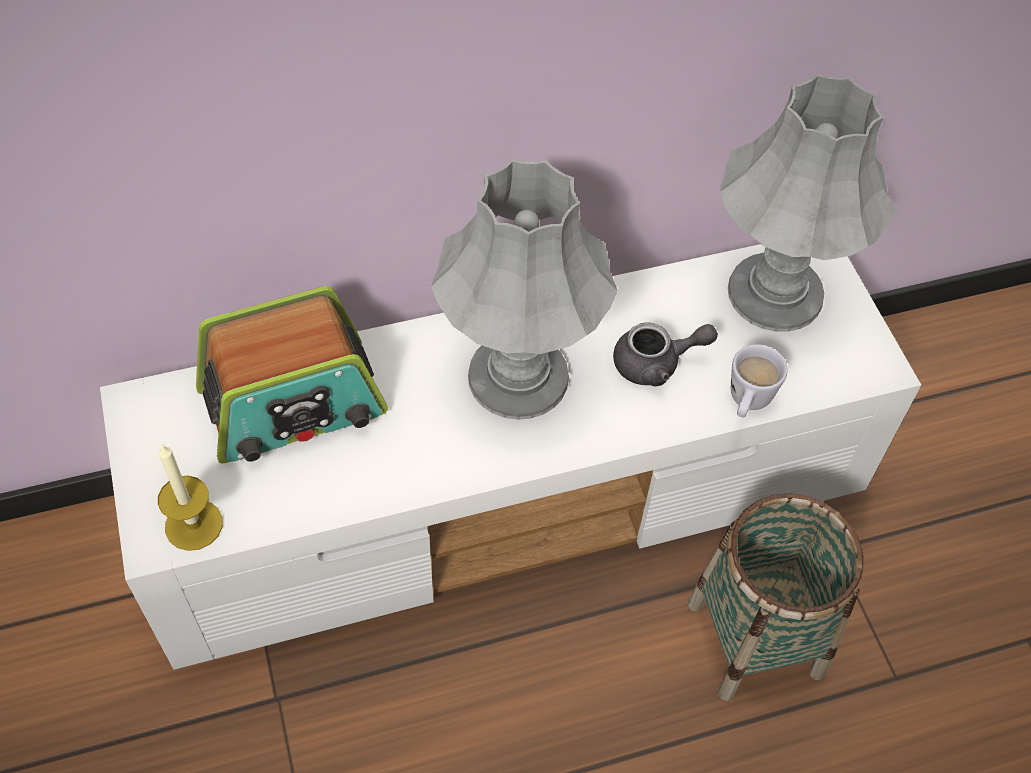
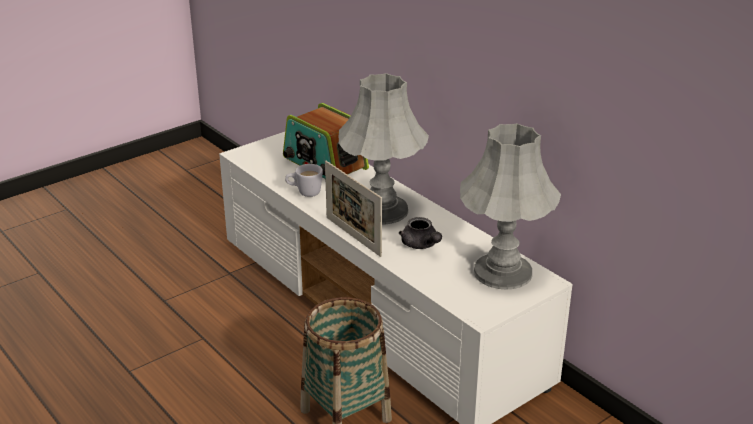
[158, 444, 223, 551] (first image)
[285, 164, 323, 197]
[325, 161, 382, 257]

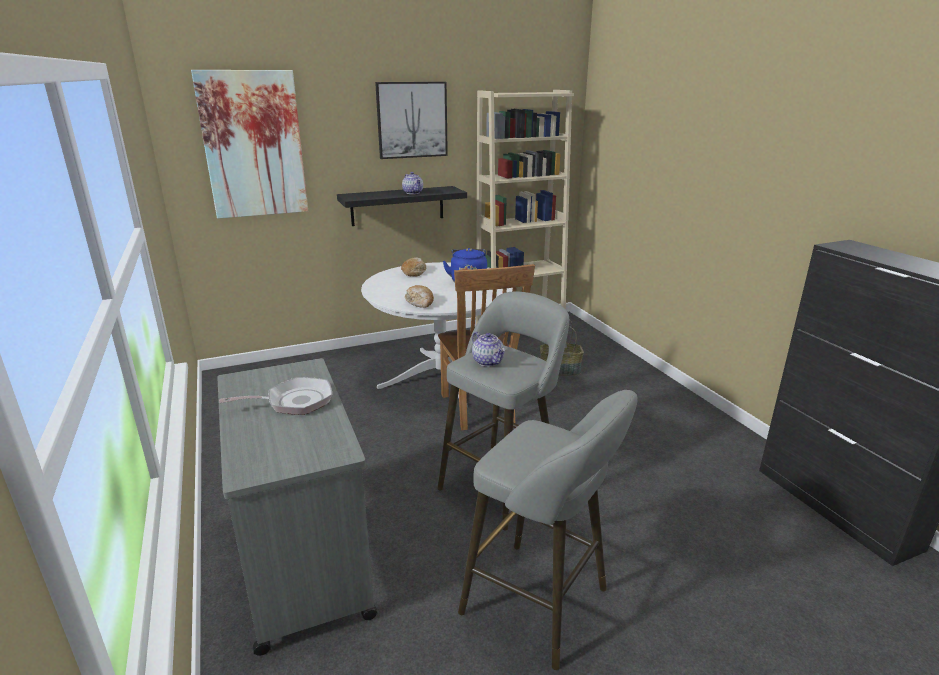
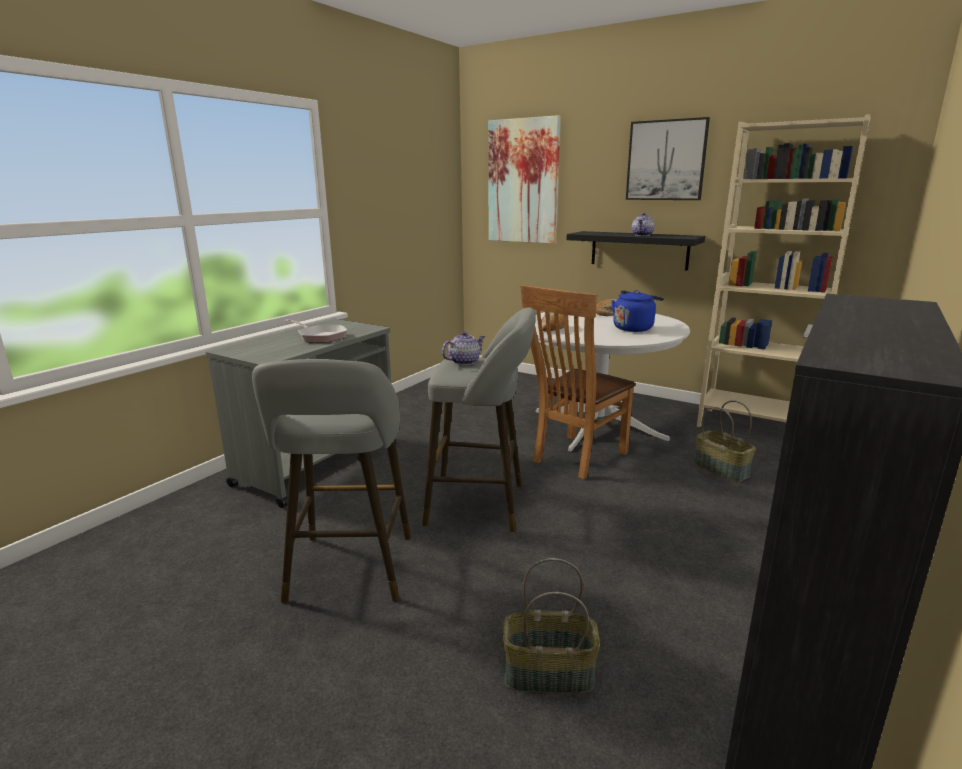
[442, 332, 485, 365]
[503, 558, 600, 694]

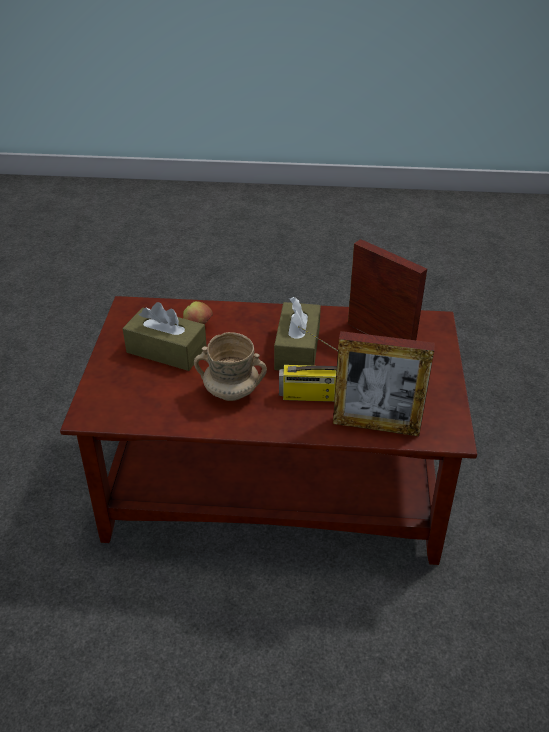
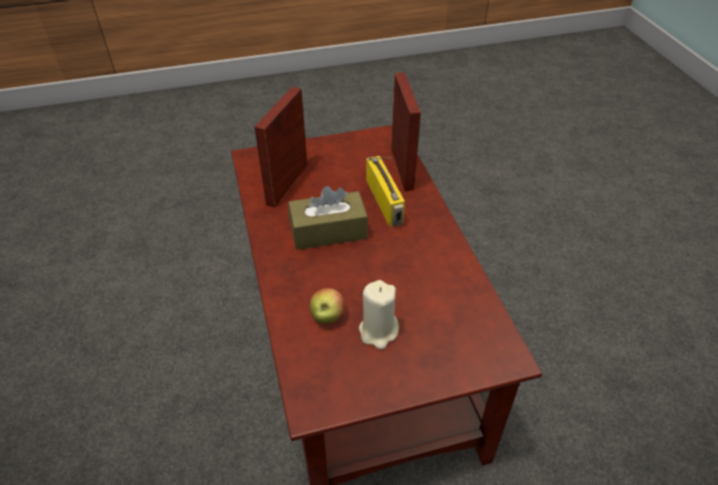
[359, 280, 399, 349]
[194, 332, 267, 401] (first image)

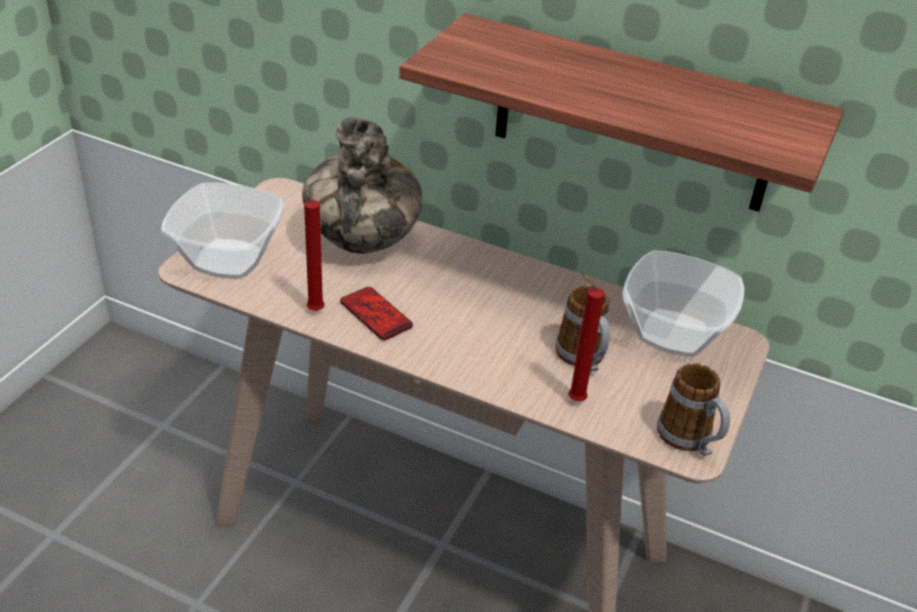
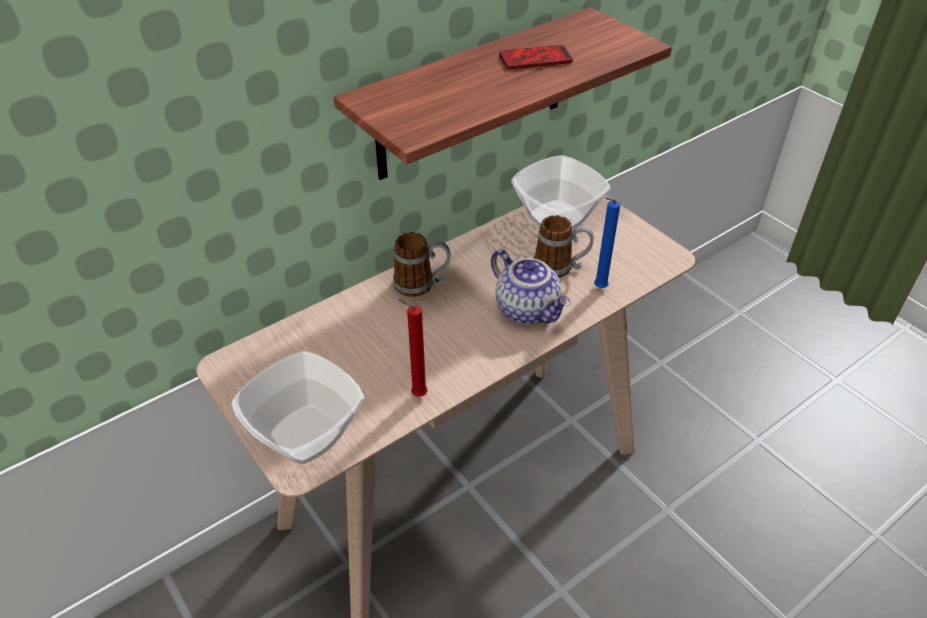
[302, 117, 422, 254] (first image)
[499, 45, 573, 69]
[594, 197, 620, 288]
[393, 232, 451, 297]
[491, 250, 571, 325]

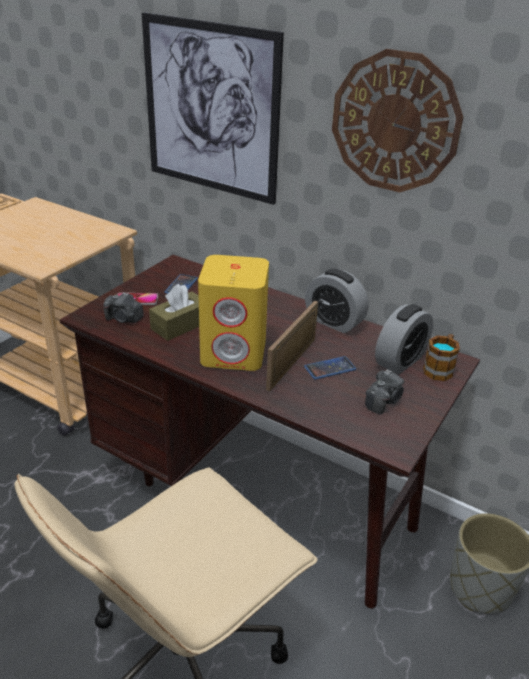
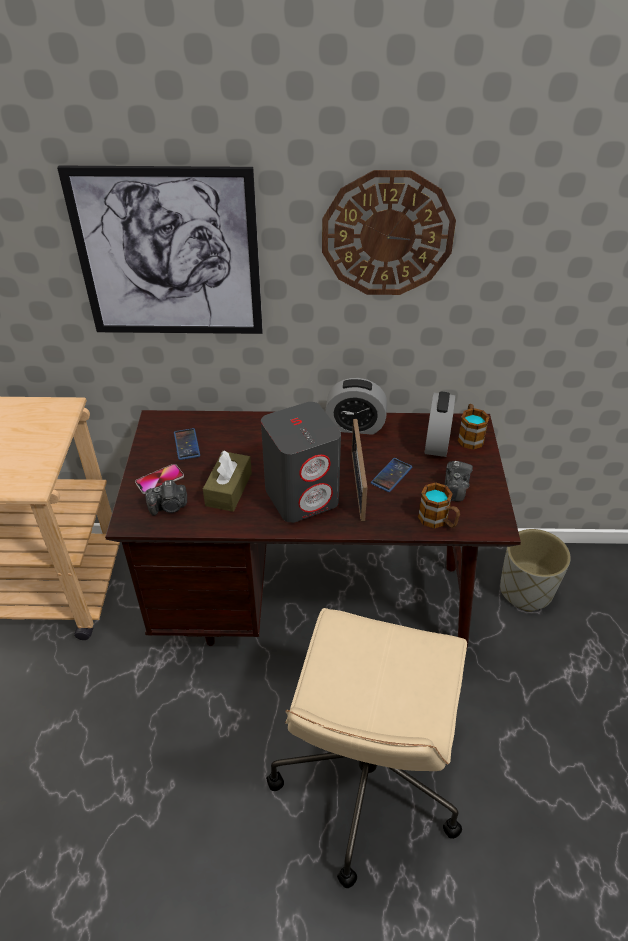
[261, 402, 341, 523]
[418, 482, 460, 528]

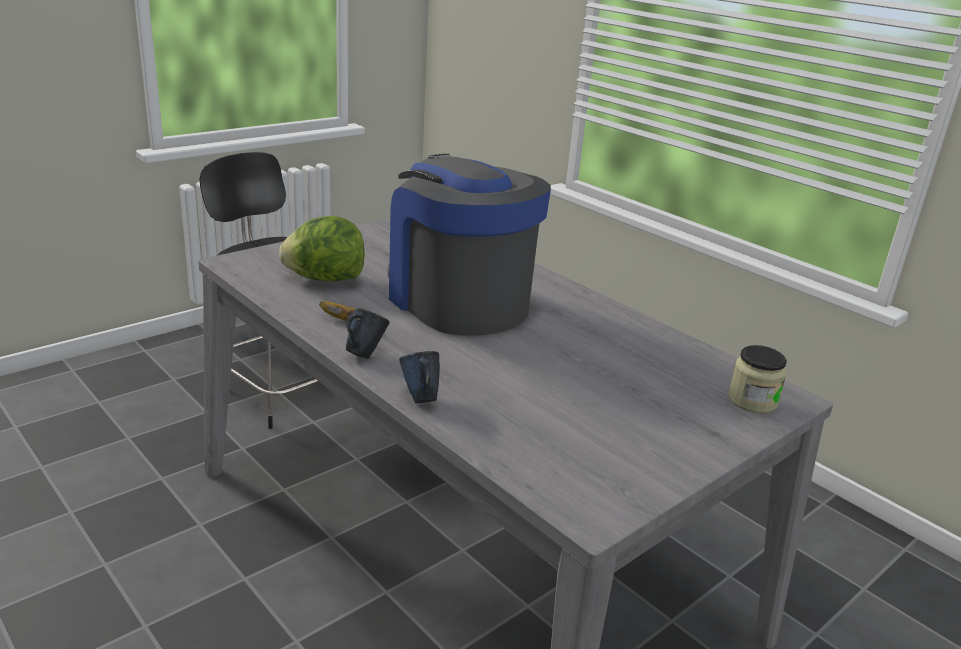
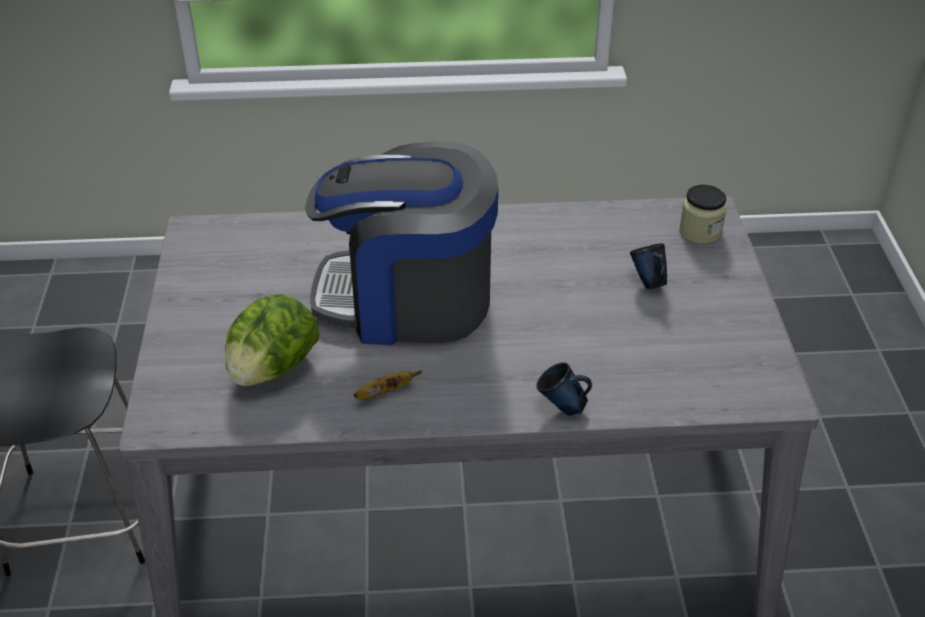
[630, 243, 667, 289]

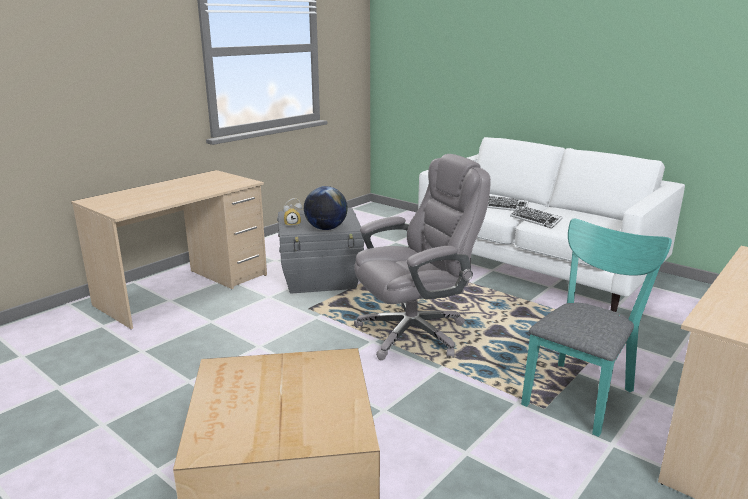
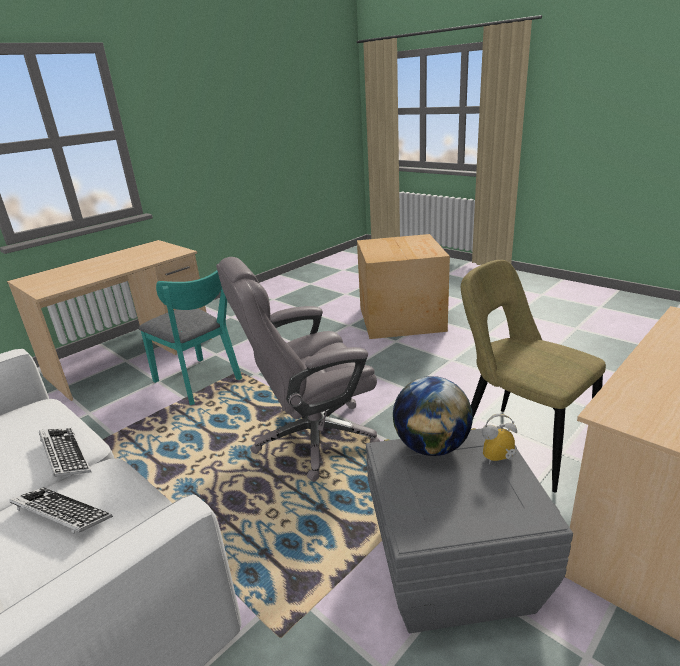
[139, 270, 242, 405]
[461, 260, 606, 492]

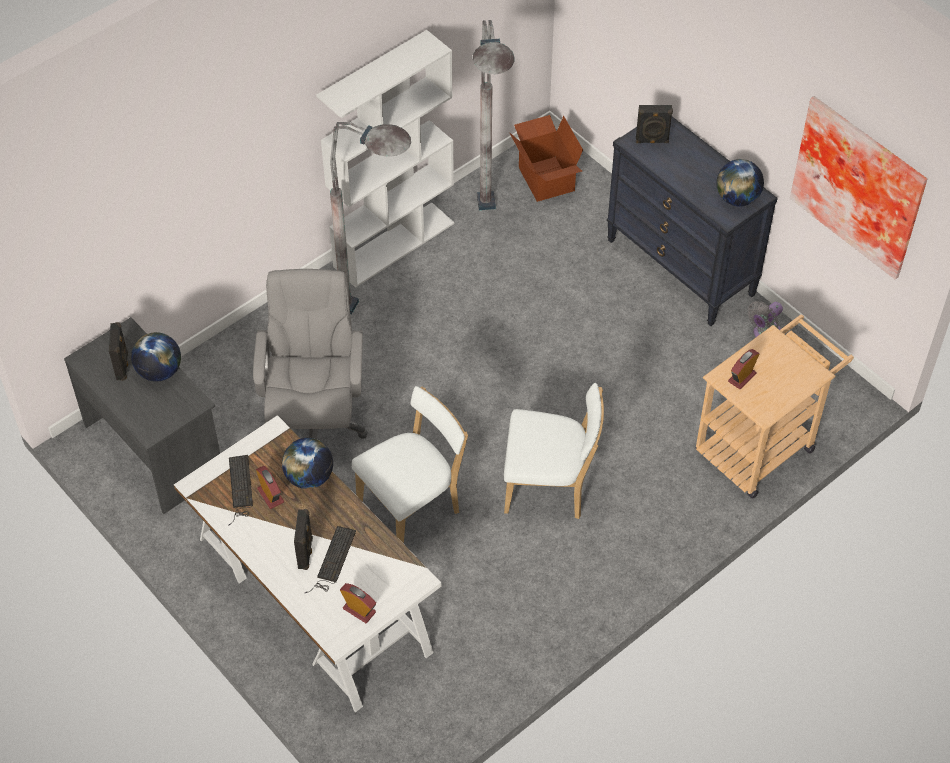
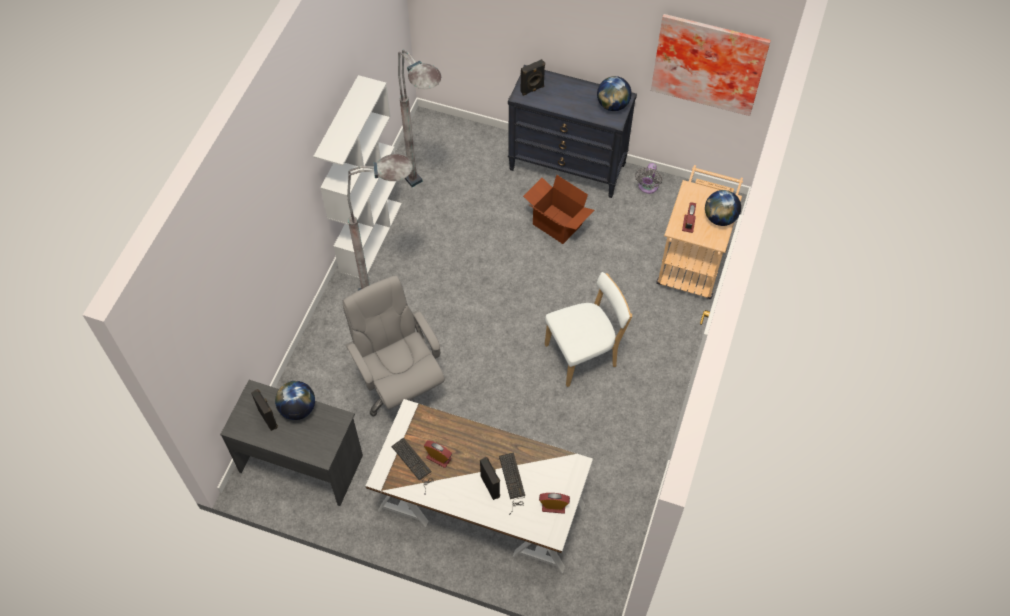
[705, 190, 741, 226]
[352, 386, 468, 544] (first image)
[523, 175, 594, 244]

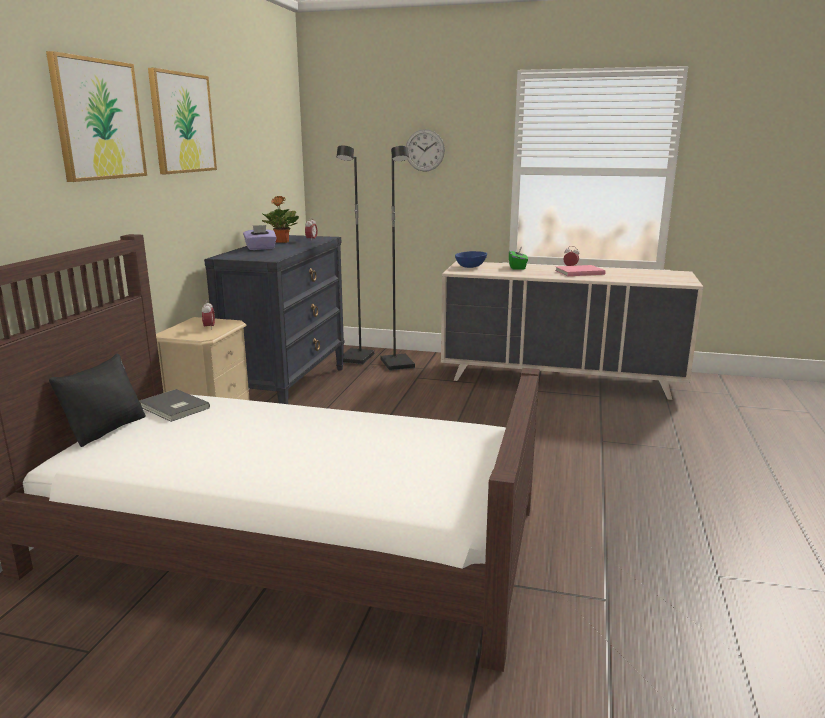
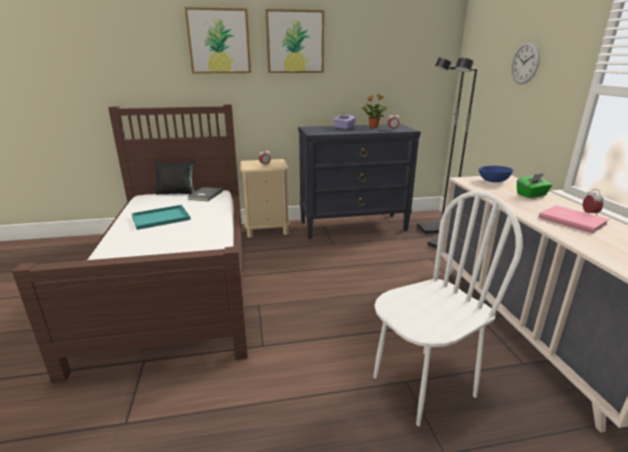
[131, 205, 191, 230]
[373, 191, 523, 427]

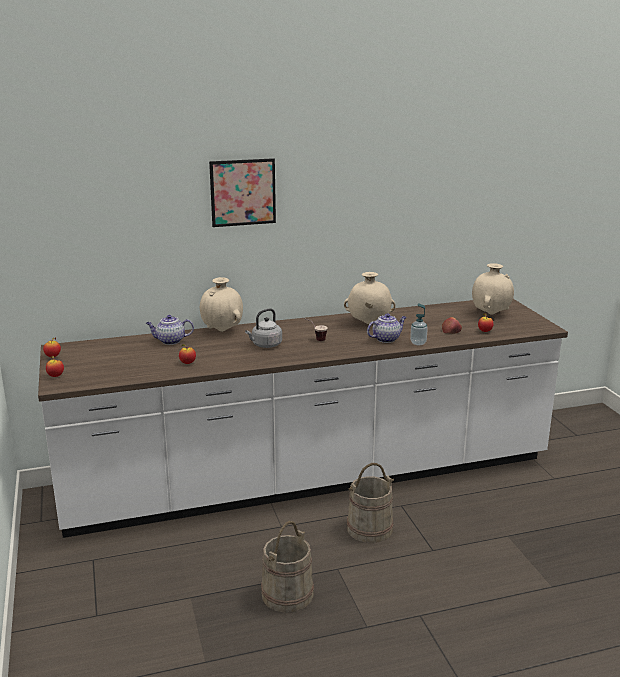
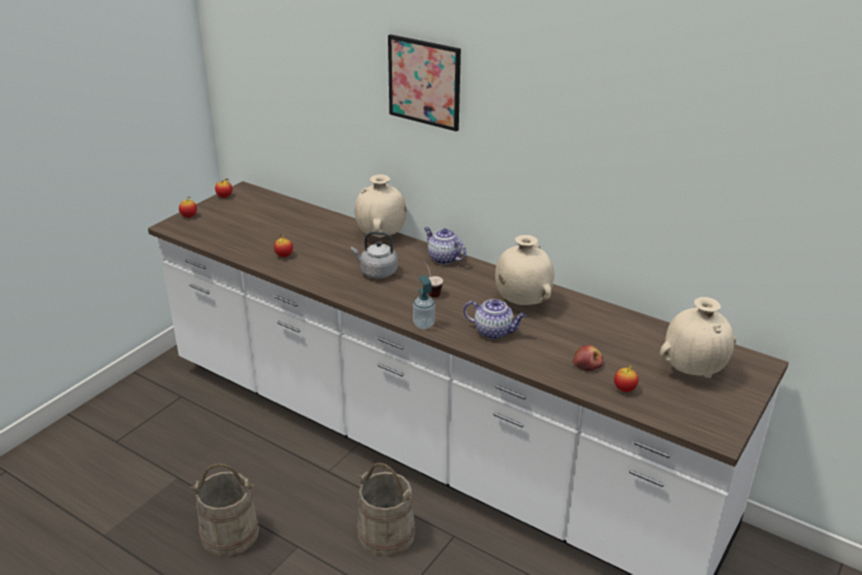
[424, 227, 466, 264]
[413, 275, 435, 329]

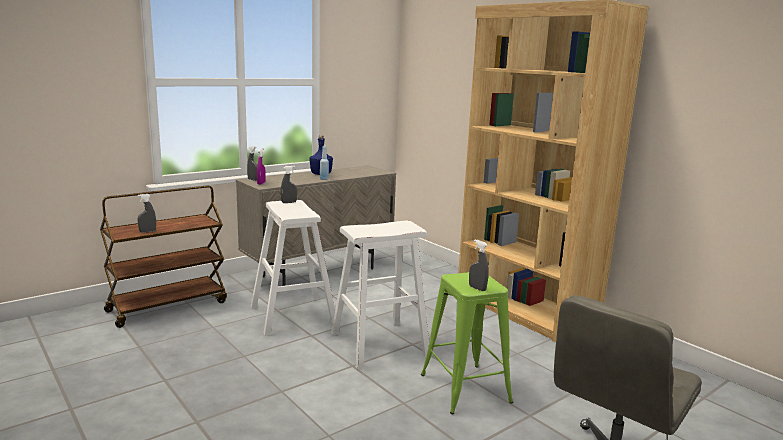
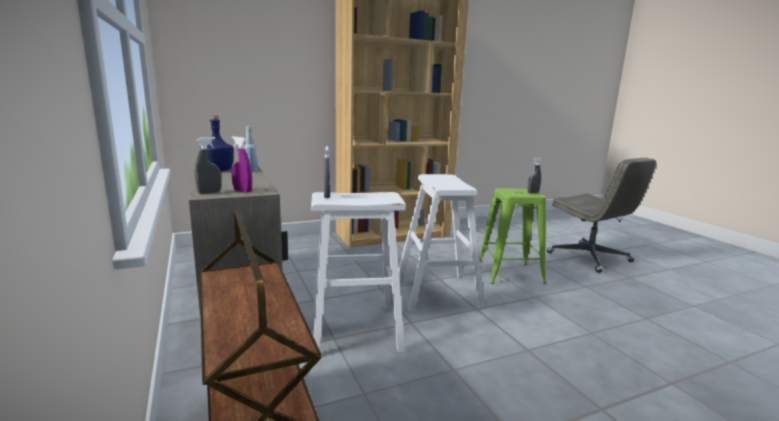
[138, 194, 156, 233] (first image)

